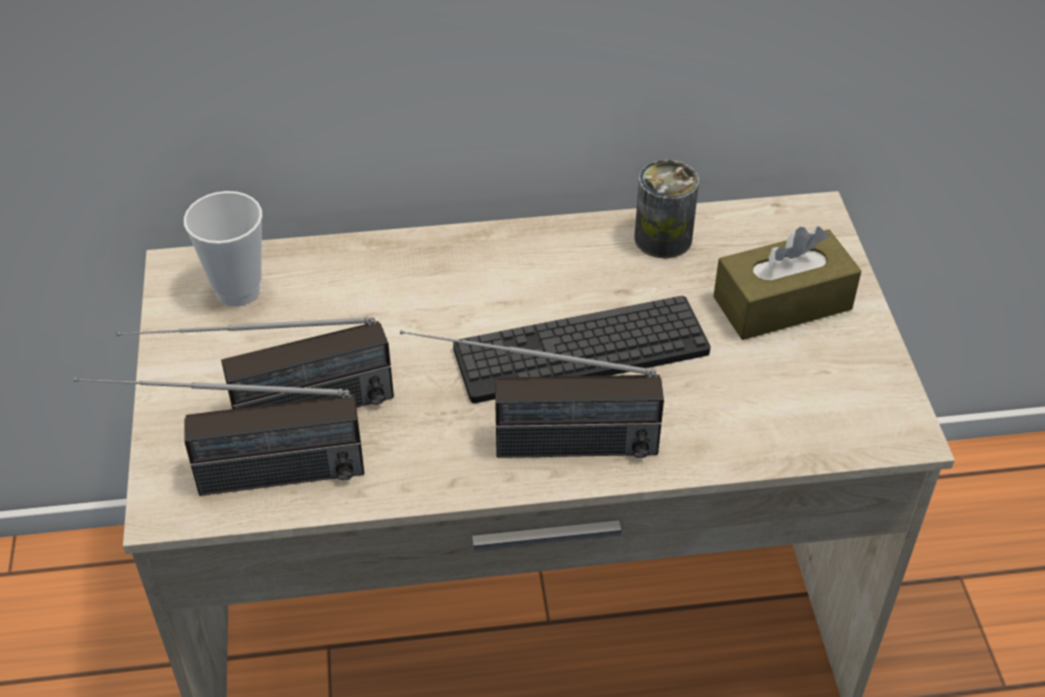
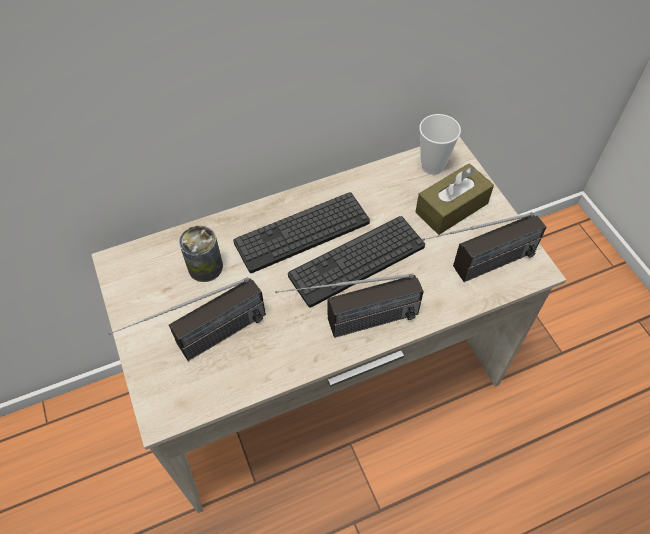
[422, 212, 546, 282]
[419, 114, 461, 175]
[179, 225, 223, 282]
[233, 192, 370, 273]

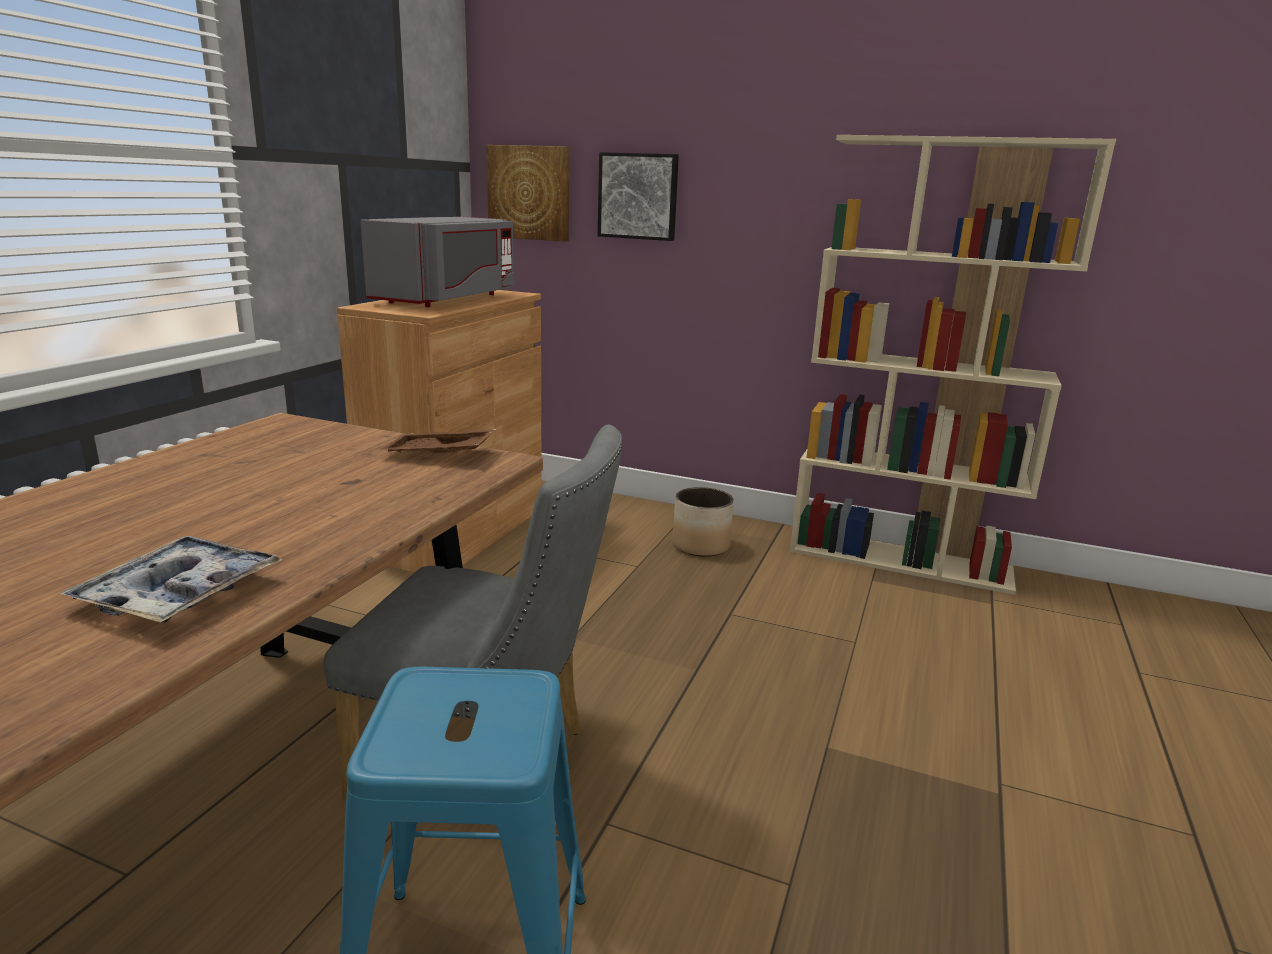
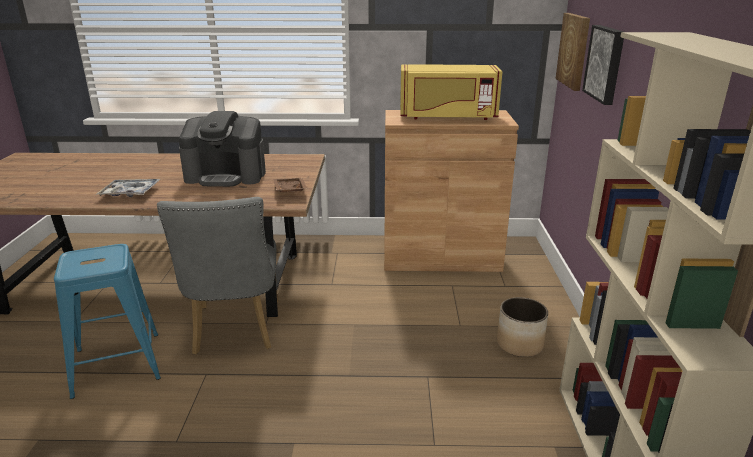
[400, 64, 502, 120]
[179, 111, 266, 187]

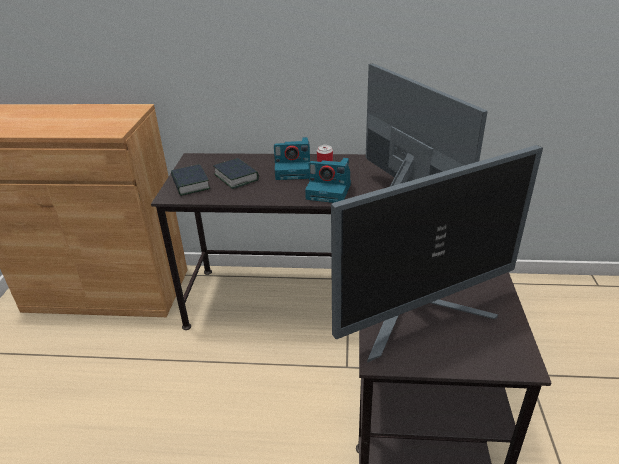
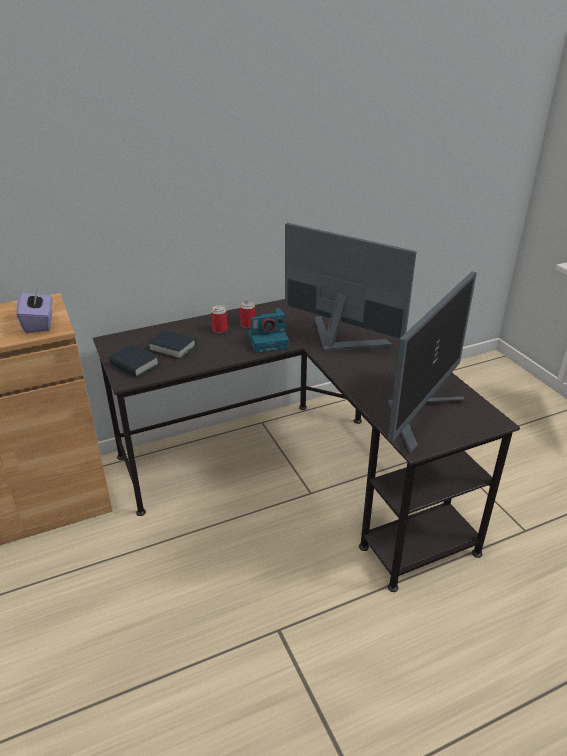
[211, 305, 227, 333]
[16, 288, 53, 333]

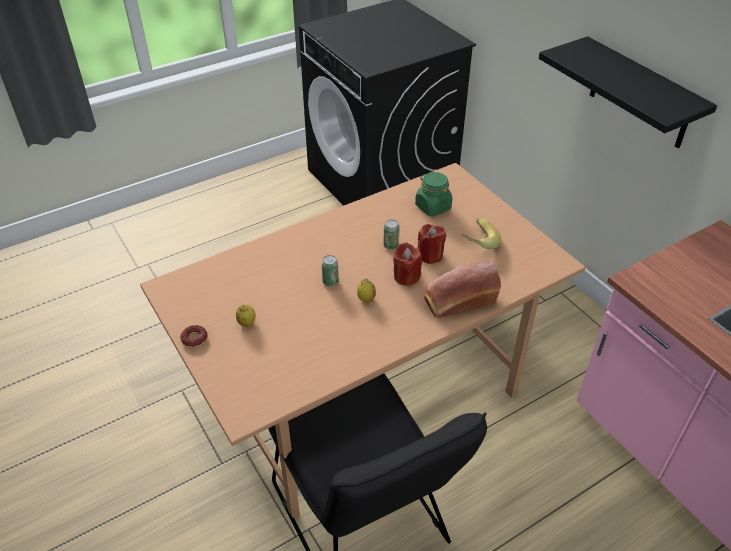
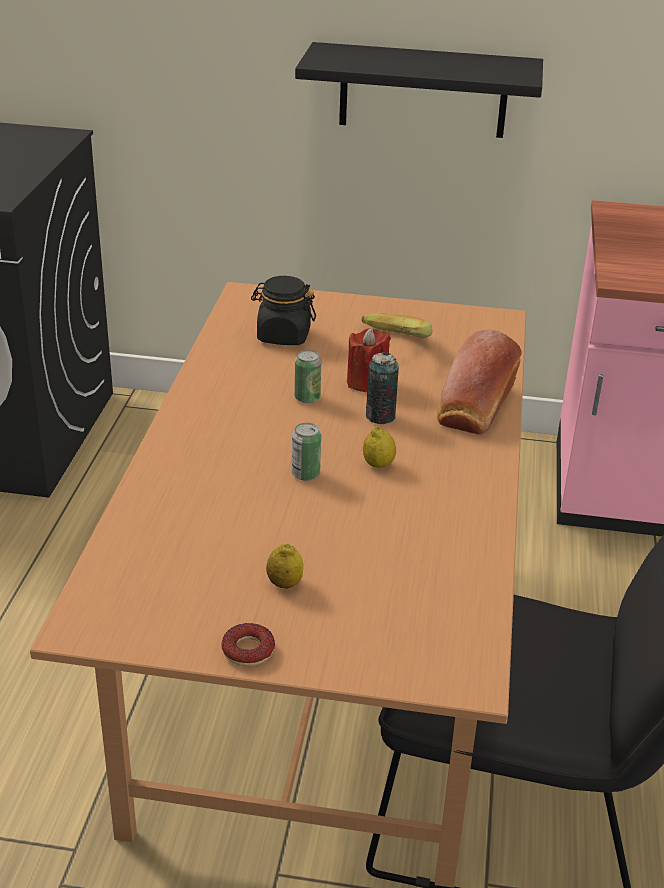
[366, 352, 399, 424]
[251, 276, 316, 345]

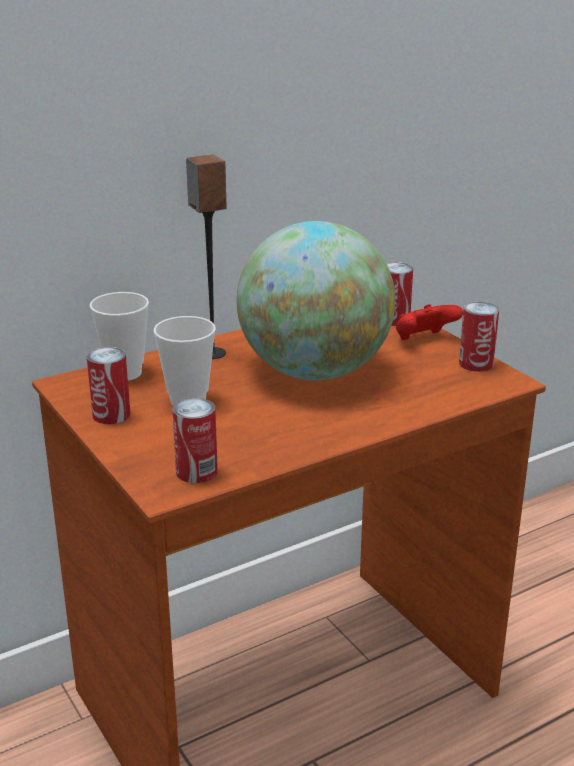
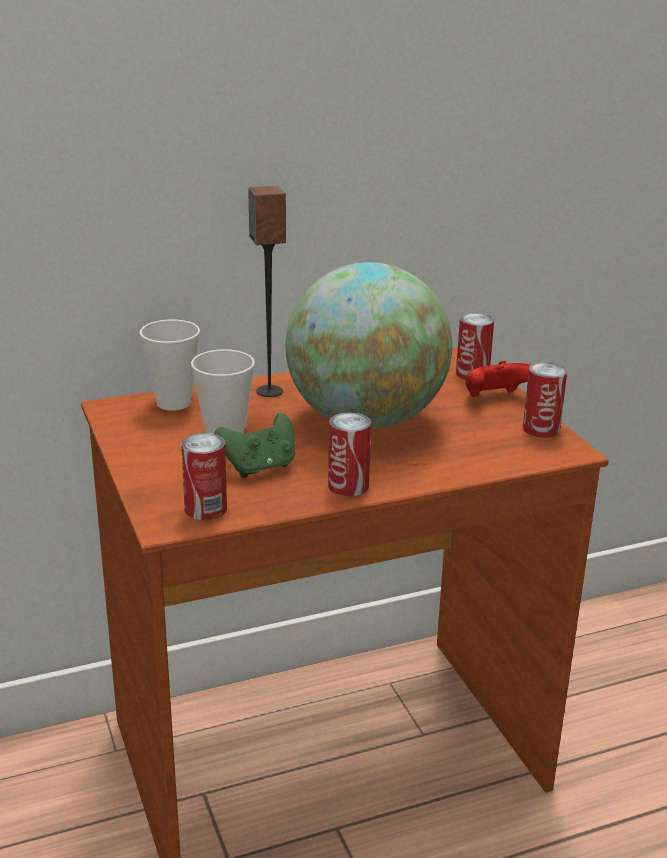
[328, 413, 371, 496]
[214, 413, 295, 478]

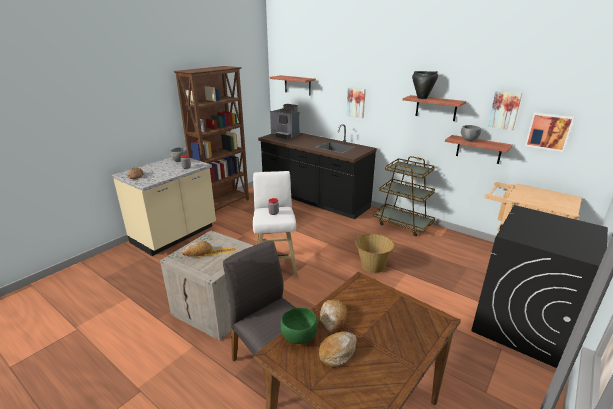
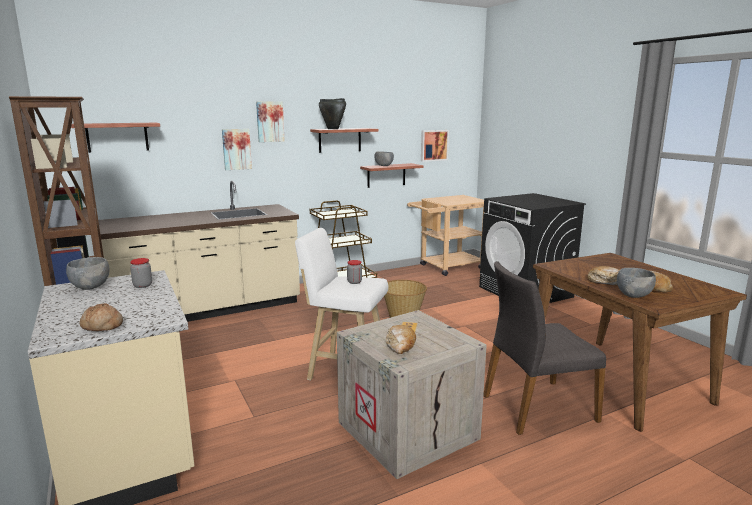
[98, 181, 300, 322]
[270, 104, 300, 139] (first image)
[617, 268, 656, 298]
[256, 101, 285, 142]

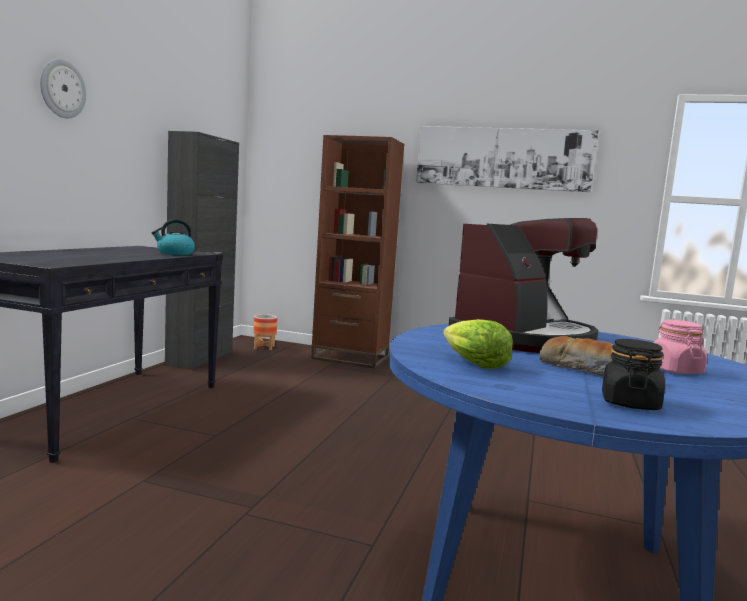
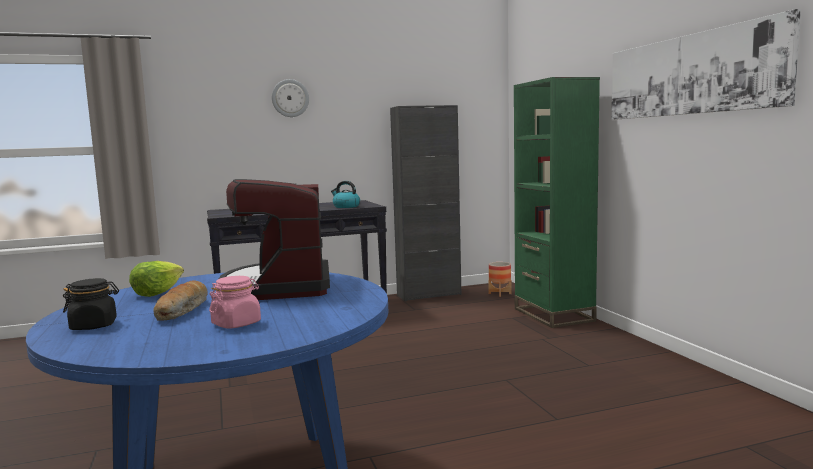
[514, 77, 600, 328]
[219, 179, 330, 300]

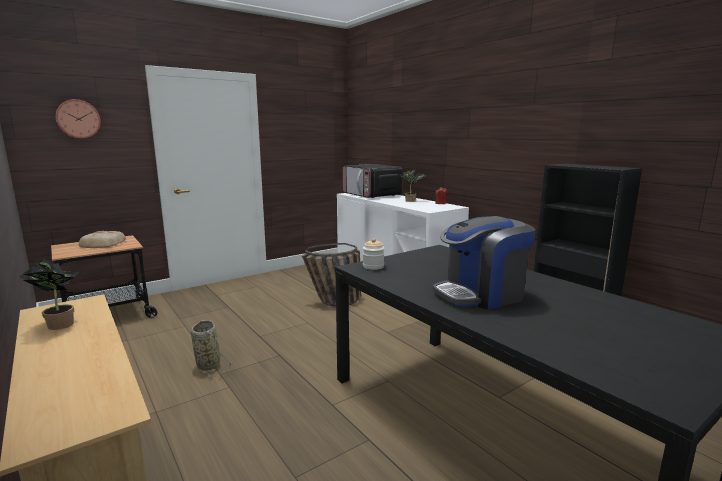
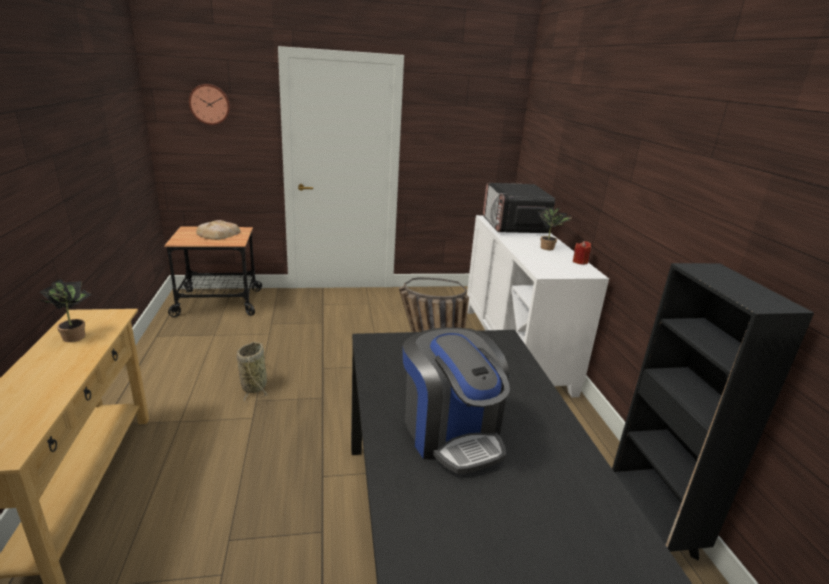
[363, 238, 384, 270] (first image)
[403, 327, 510, 474]

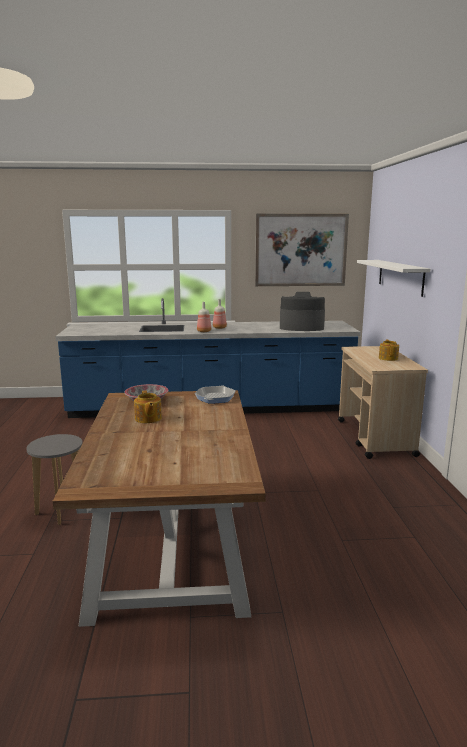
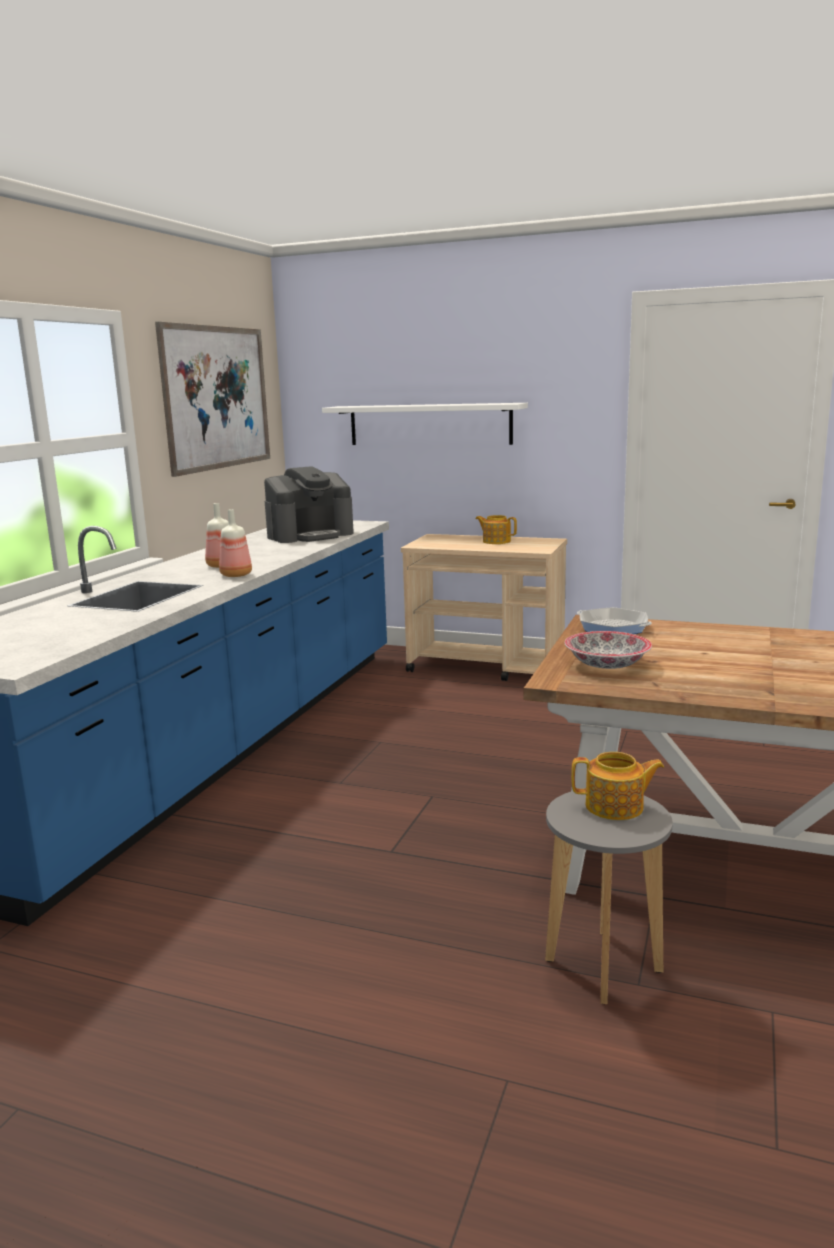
[571, 752, 664, 820]
[264, 467, 354, 543]

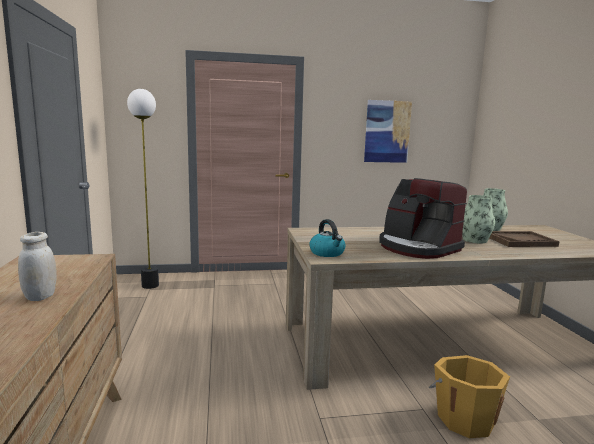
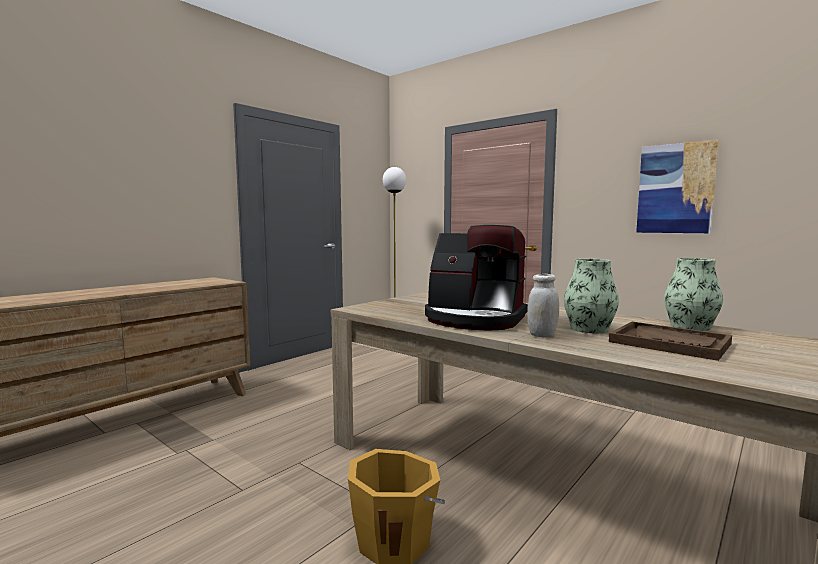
[527, 274, 559, 337]
[309, 219, 346, 257] (first image)
[425, 225, 528, 331]

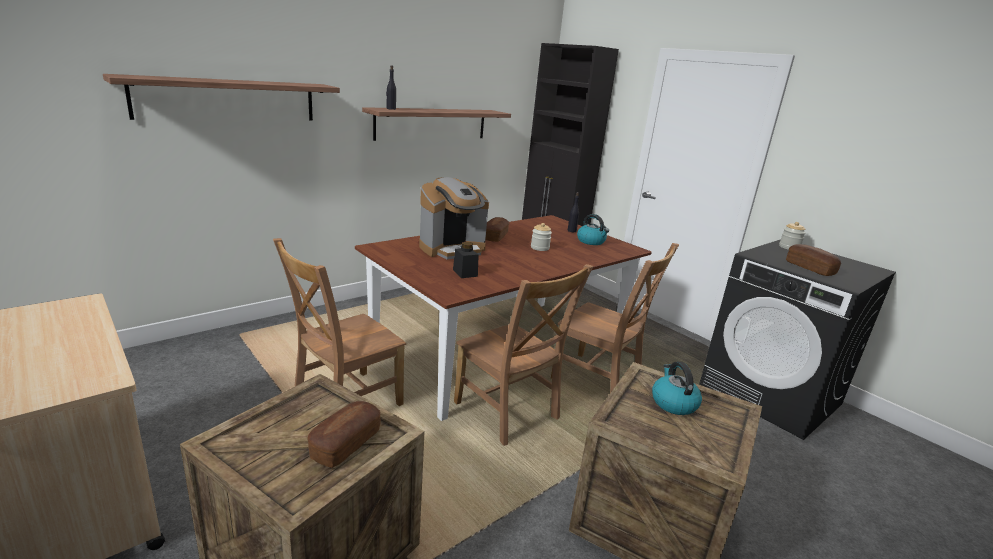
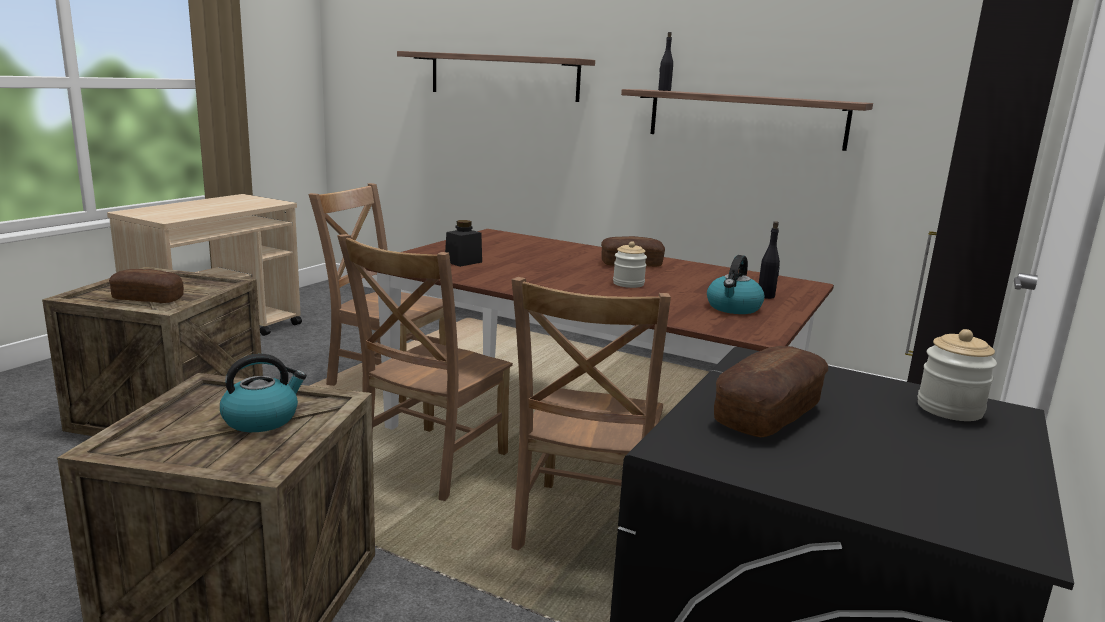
[419, 177, 489, 259] (first image)

